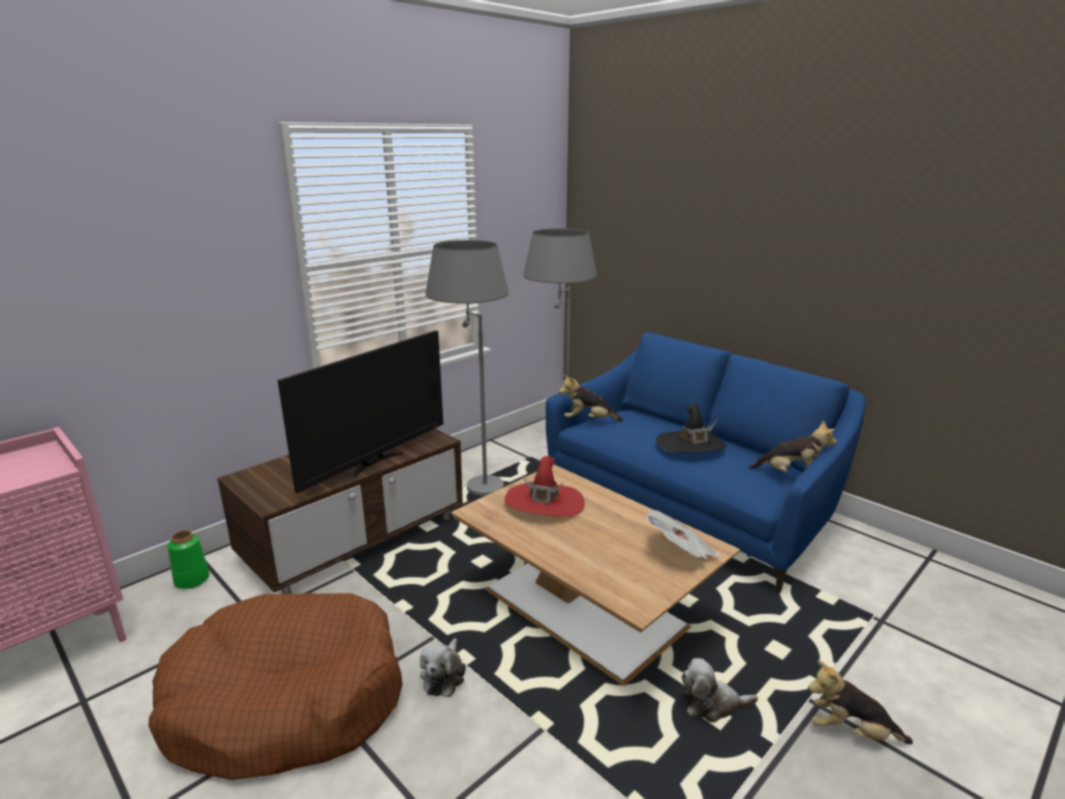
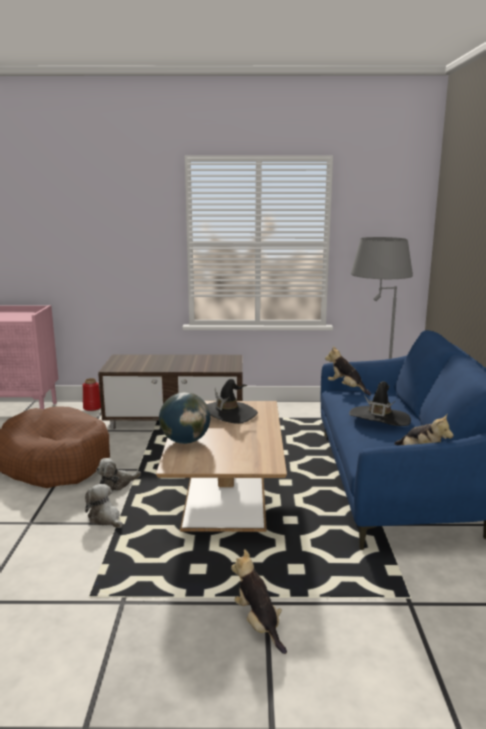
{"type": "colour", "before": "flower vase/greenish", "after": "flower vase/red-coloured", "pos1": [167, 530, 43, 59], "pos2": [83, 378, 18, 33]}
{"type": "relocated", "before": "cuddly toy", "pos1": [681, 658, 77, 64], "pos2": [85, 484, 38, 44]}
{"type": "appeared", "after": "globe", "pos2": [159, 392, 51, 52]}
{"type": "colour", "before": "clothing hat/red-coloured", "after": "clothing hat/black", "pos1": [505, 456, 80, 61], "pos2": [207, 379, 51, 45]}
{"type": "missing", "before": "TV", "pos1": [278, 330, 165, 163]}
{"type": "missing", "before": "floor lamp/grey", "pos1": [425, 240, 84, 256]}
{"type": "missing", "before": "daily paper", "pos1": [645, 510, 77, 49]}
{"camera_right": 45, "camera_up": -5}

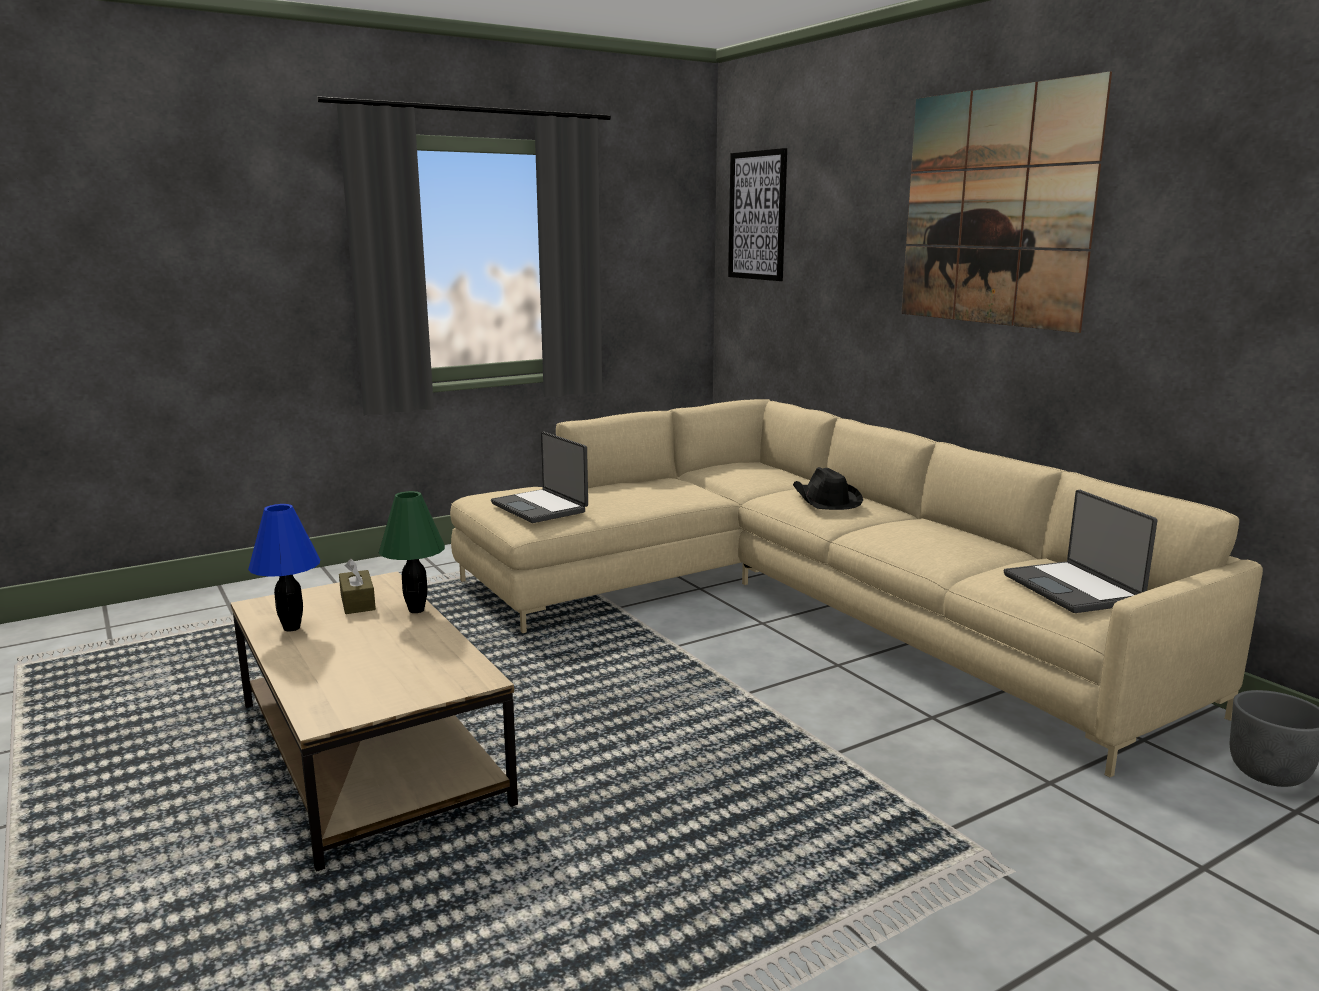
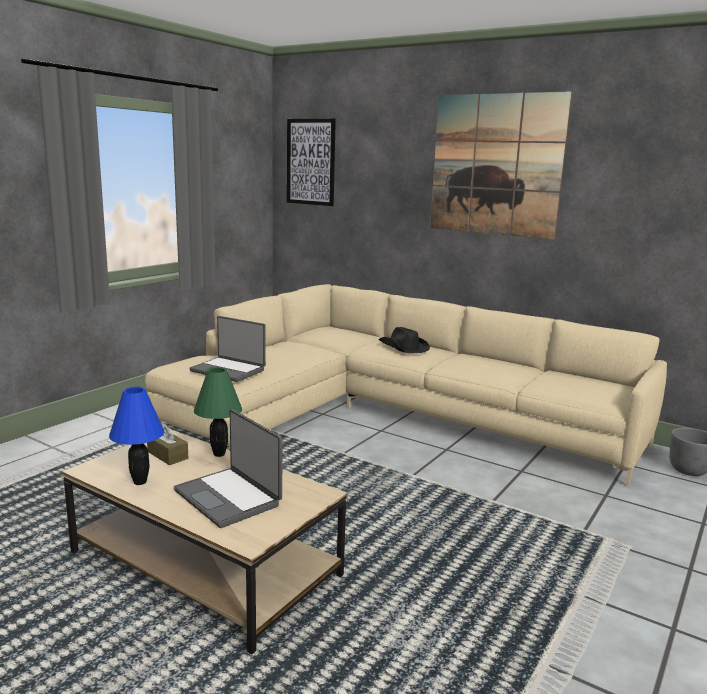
{"type": "relocated", "before": "laptop", "pos1": [1004, 490, 153, 123], "pos2": [174, 409, 108, 119]}
{"camera_right": -25, "camera_up": 0}

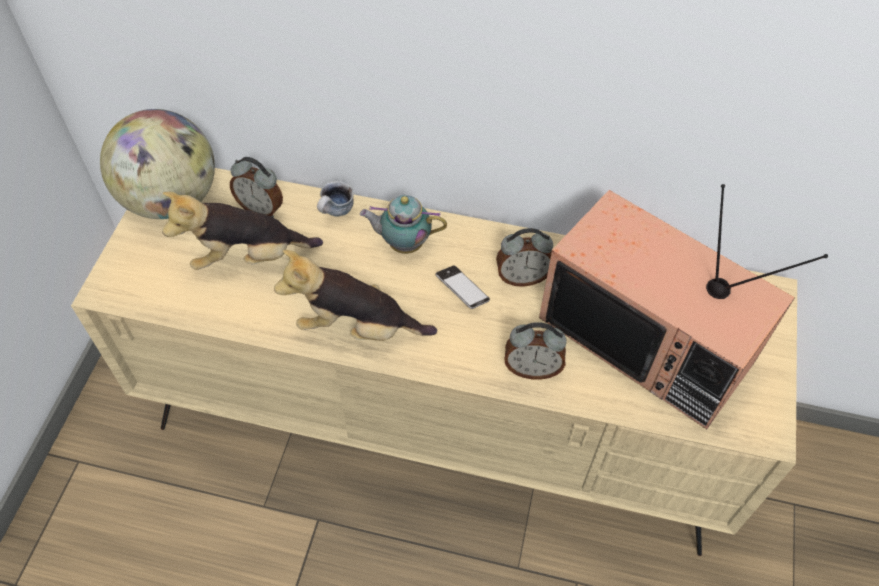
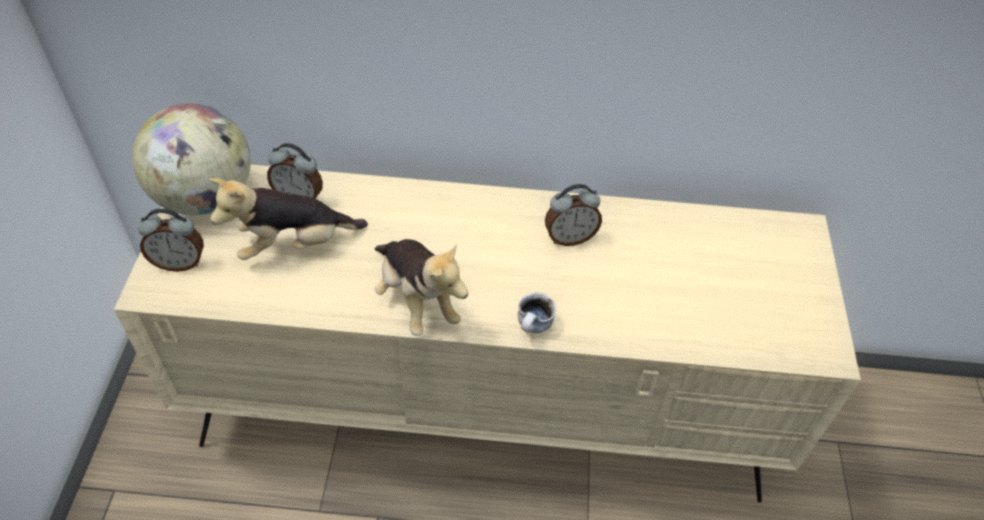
{"type": "relocated", "before": "bedside clock", "pos1": [504, 322, 63, 58], "pos2": [138, 208, 66, 64]}
{"type": "spun", "before": "cuddly toy", "pos1": [274, 250, 163, 91], "pos2": [374, 239, 94, 97], "turn": -120}
{"type": "relocated", "before": "mug", "pos1": [317, 181, 37, 36], "pos2": [518, 293, 38, 40]}
{"type": "missing", "before": "pot for tea", "pos1": [360, 195, 87, 59]}
{"type": "missing", "before": "handset", "pos1": [436, 265, 54, 44]}
{"type": "missing", "before": "TV", "pos1": [539, 184, 289, 245]}
{"camera_right": -10, "camera_up": -5}

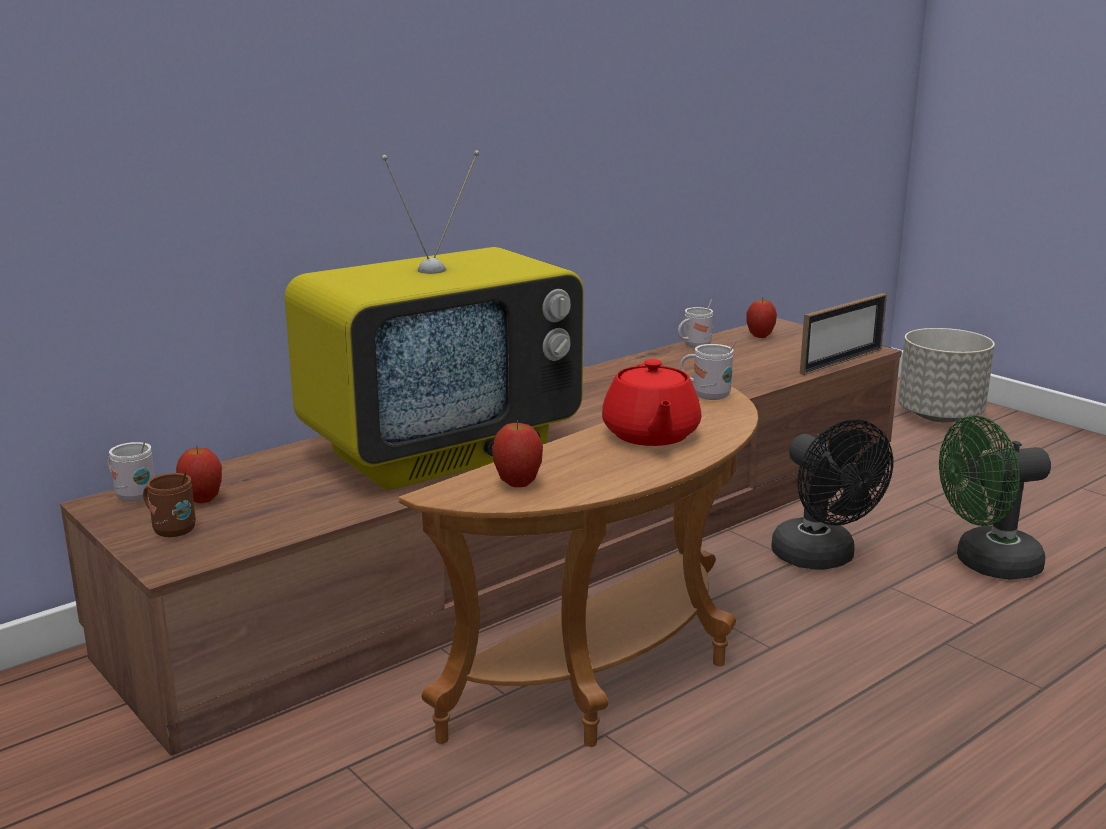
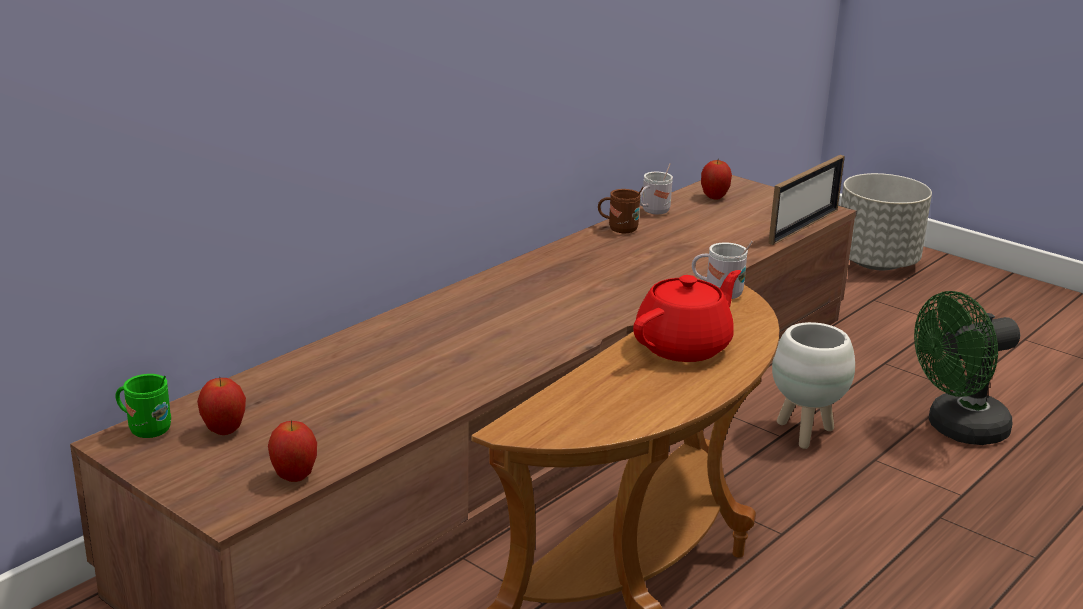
{"type": "colour", "before": "mug/white-coloured", "after": "mug/greenish", "pos1": [108, 441, 47, 61], "pos2": [115, 374, 56, 64]}
{"type": "relocated", "before": "apple", "pos1": [492, 420, 51, 67], "pos2": [268, 421, 49, 61]}
{"type": "relocated", "before": "mug/brown-coloured", "pos1": [143, 472, 53, 65], "pos2": [598, 187, 46, 46]}
{"type": "spun", "before": "pot for tea/red-coloured", "pos1": [602, 359, 99, 87], "pos2": [633, 270, 108, 92], "turn": -120}
{"type": "exchanged", "before": "fan/black", "after": "flower pot/white-coloured", "pos1": [771, 419, 122, 151], "pos2": [772, 322, 83, 127]}
{"type": "missing", "before": "TV", "pos1": [285, 150, 299, 340]}
{"camera_right": -10, "camera_up": 5}

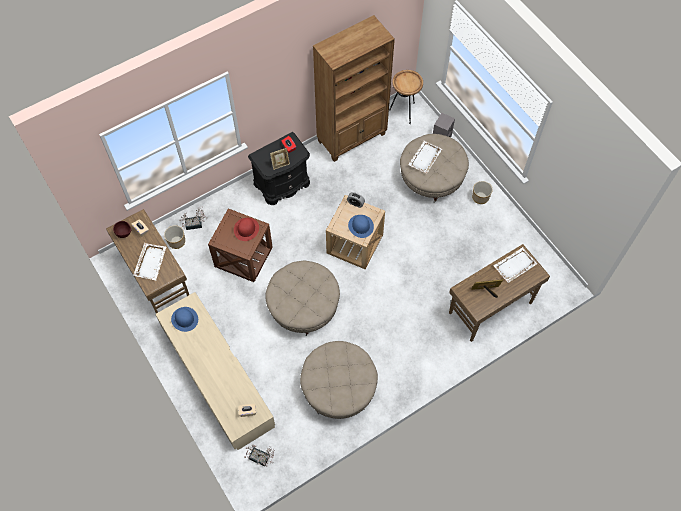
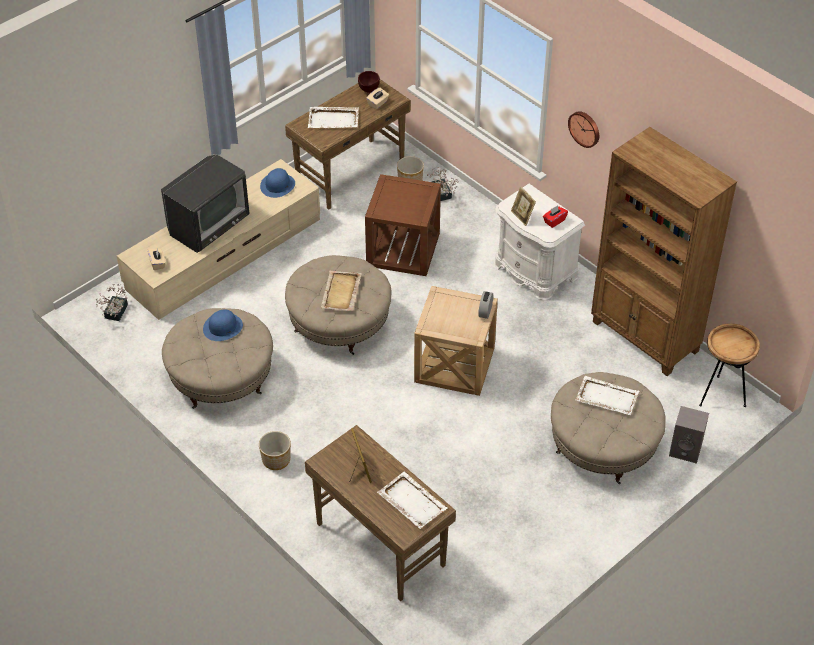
{"type": "appeared", "after": "TV", "pos2": [161, 154, 89, 99]}
{"type": "relocated", "before": "clothing hat/blue-coloured", "pos1": [348, 215, 26, 23], "pos2": [203, 310, 40, 31]}
{"type": "relocated", "before": "flower pot", "pos1": [472, 181, 21, 23], "pos2": [259, 431, 32, 39]}
{"type": "appeared", "after": "tray/beige-coloured", "pos2": [321, 270, 41, 41]}
{"type": "colour", "before": "night table/black", "after": "night table/white-coloured", "pos1": [248, 132, 62, 73], "pos2": [494, 184, 91, 116]}
{"type": "appeared", "after": "hanging clock", "pos2": [568, 111, 31, 37]}
{"type": "missing", "before": "clothing hat/red-coloured", "pos1": [234, 218, 25, 23]}
{"camera_right": 80, "camera_up": -15}

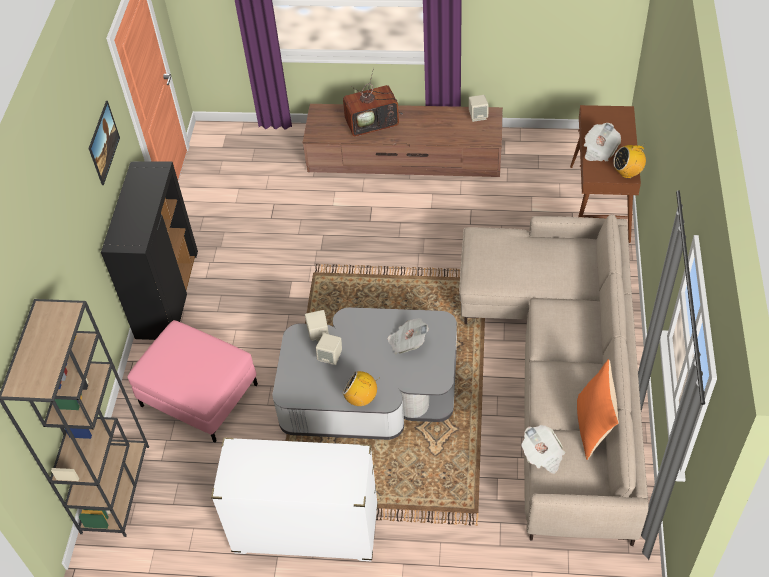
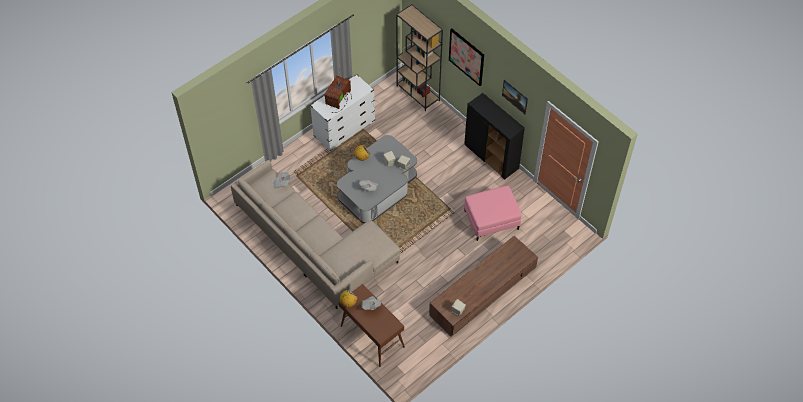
{"type": "relocated", "before": "TV", "pos1": [343, 68, 60, 68], "pos2": [325, 76, 27, 37]}
{"type": "appeared", "after": "wall art", "pos2": [449, 29, 35, 57]}
{"type": "relocated", "before": "pouffe/pink", "pos1": [127, 320, 131, 122], "pos2": [464, 185, 58, 56]}
{"type": "missing", "before": "pillow/orange", "pos1": [577, 359, 42, 101]}
{"camera_right": 130, "camera_up": 5}

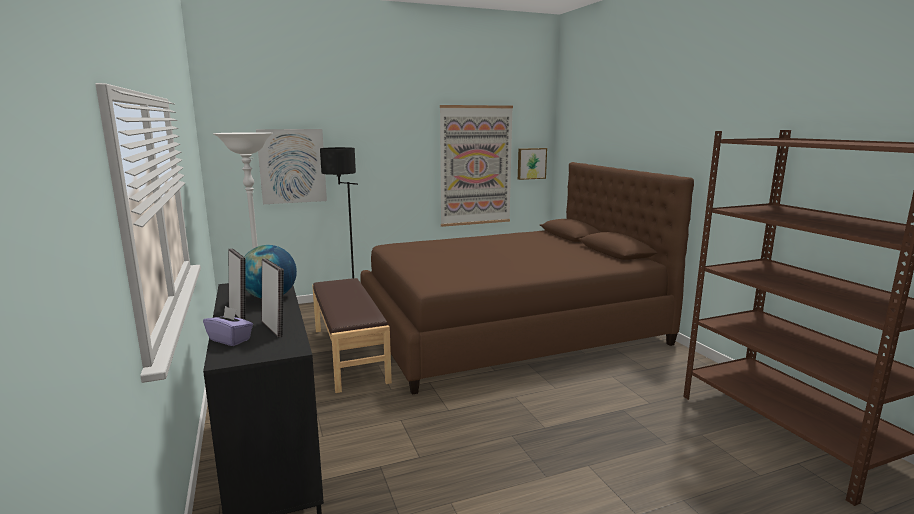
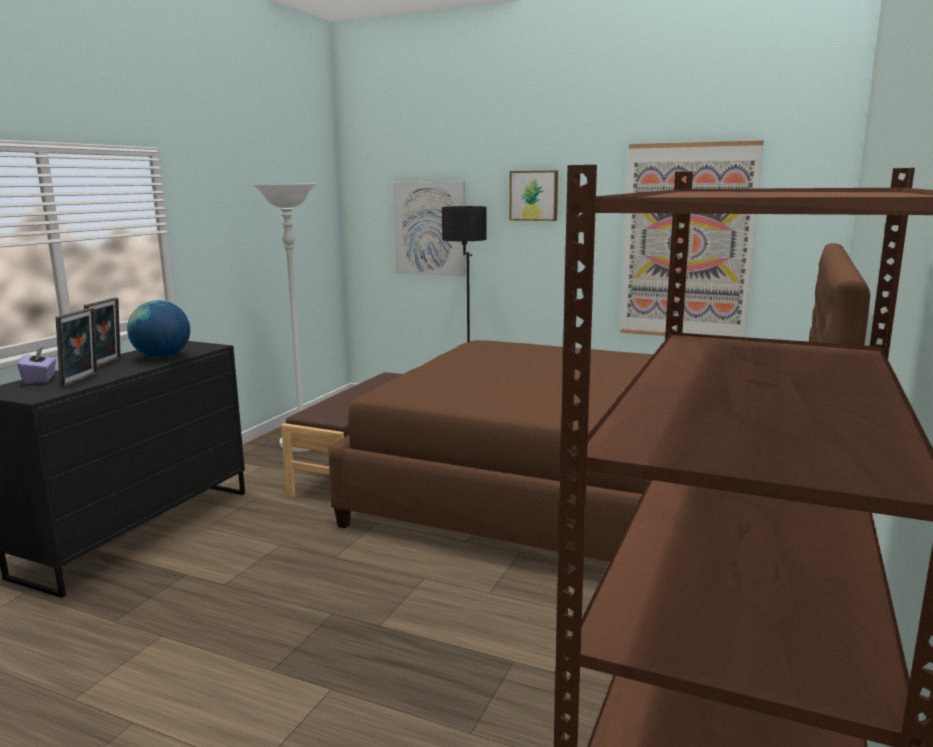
{"type": "relocated", "before": "wall art", "pos1": [518, 148, 29, 32], "pos2": [510, 170, 48, 51]}
{"camera_right": 45, "camera_up": 0}

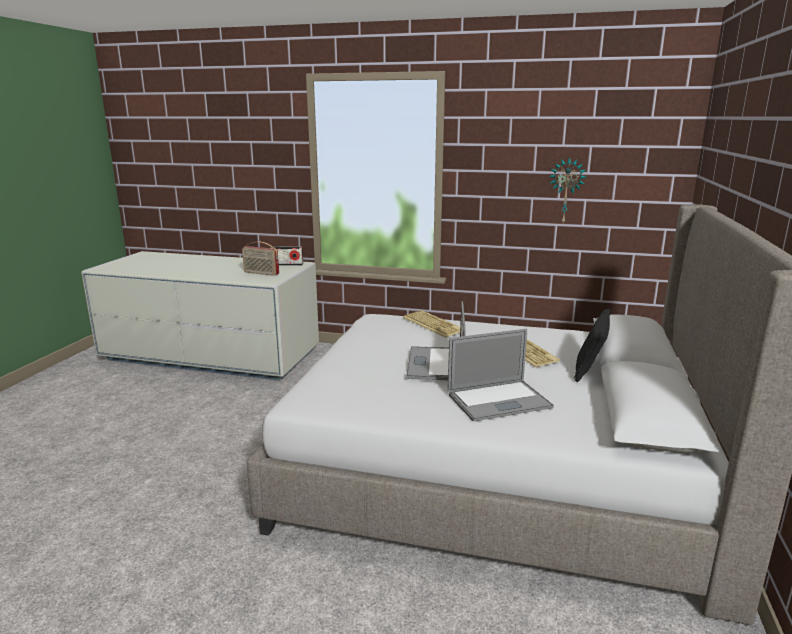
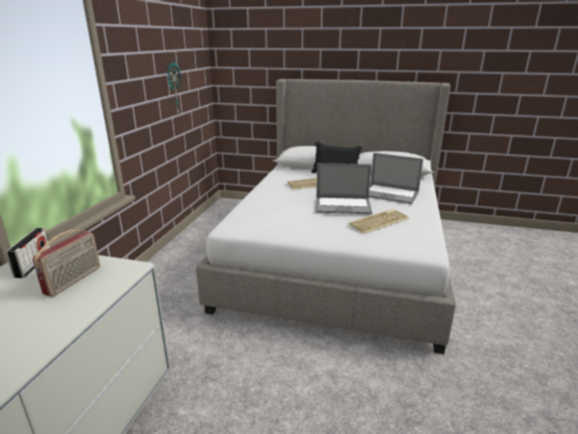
{"type": "relocated", "before": "computer keyboard", "pos1": [403, 310, 57, 28], "pos2": [348, 209, 61, 25]}
{"type": "spun", "before": "laptop", "pos1": [448, 329, 106, 93], "pos2": [369, 153, 54, 51], "turn": 135}
{"camera_right": -90, "camera_up": 5}

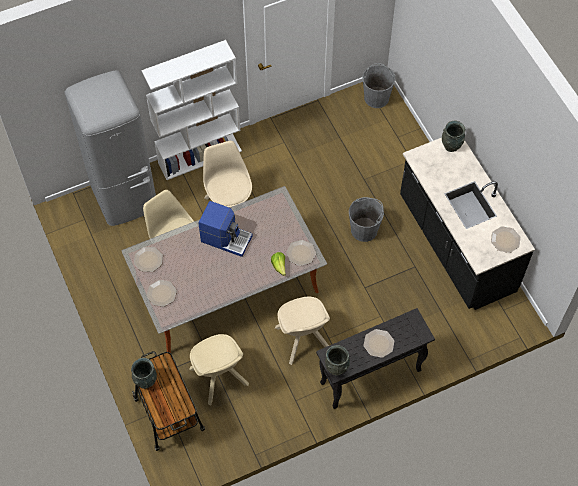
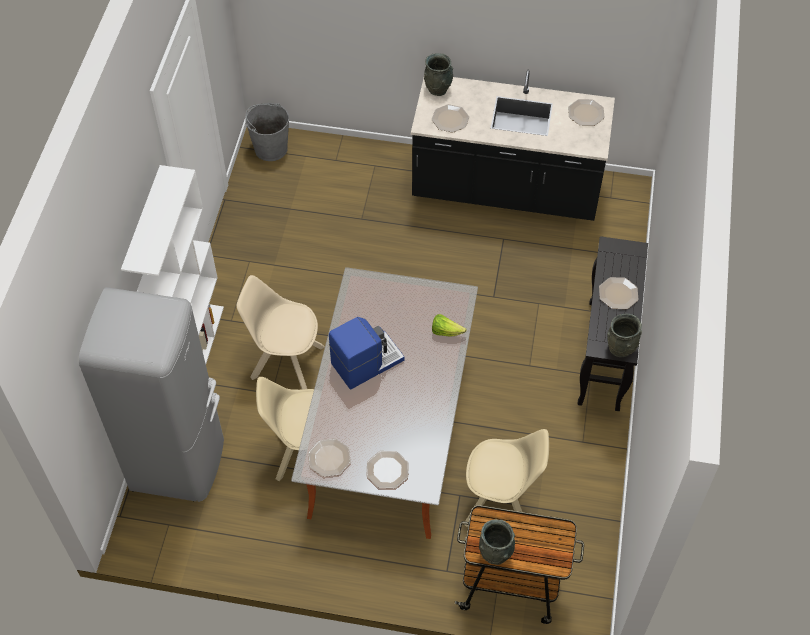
{"type": "relocated", "before": "dinner plate", "pos1": [286, 240, 30, 26], "pos2": [432, 104, 37, 28]}
{"type": "missing", "before": "upright chair/beige-coloured", "pos1": [275, 296, 55, 69]}
{"type": "missing", "before": "bucket/grey", "pos1": [349, 197, 35, 45]}
{"camera_right": -55, "camera_up": -5}

